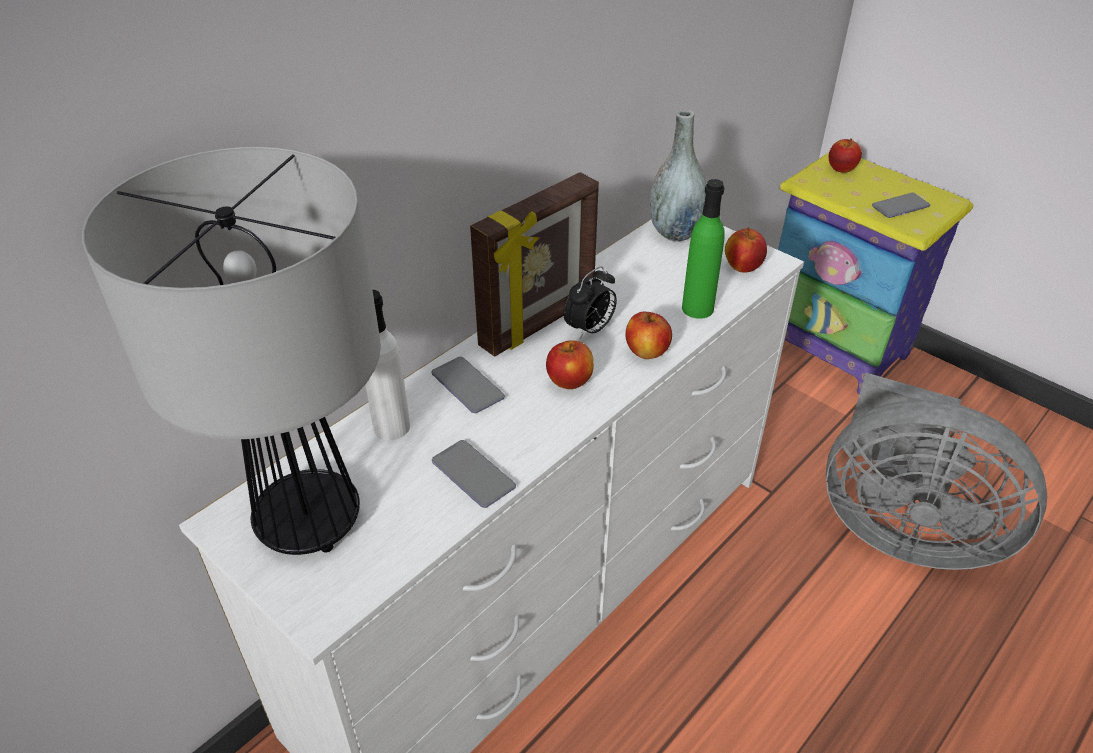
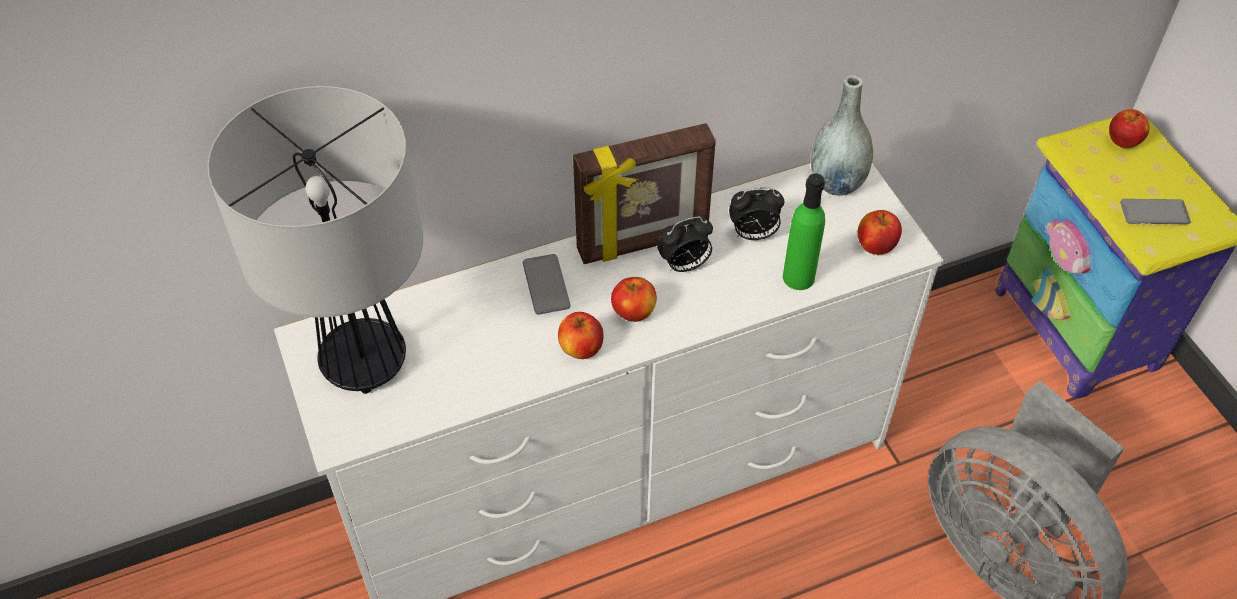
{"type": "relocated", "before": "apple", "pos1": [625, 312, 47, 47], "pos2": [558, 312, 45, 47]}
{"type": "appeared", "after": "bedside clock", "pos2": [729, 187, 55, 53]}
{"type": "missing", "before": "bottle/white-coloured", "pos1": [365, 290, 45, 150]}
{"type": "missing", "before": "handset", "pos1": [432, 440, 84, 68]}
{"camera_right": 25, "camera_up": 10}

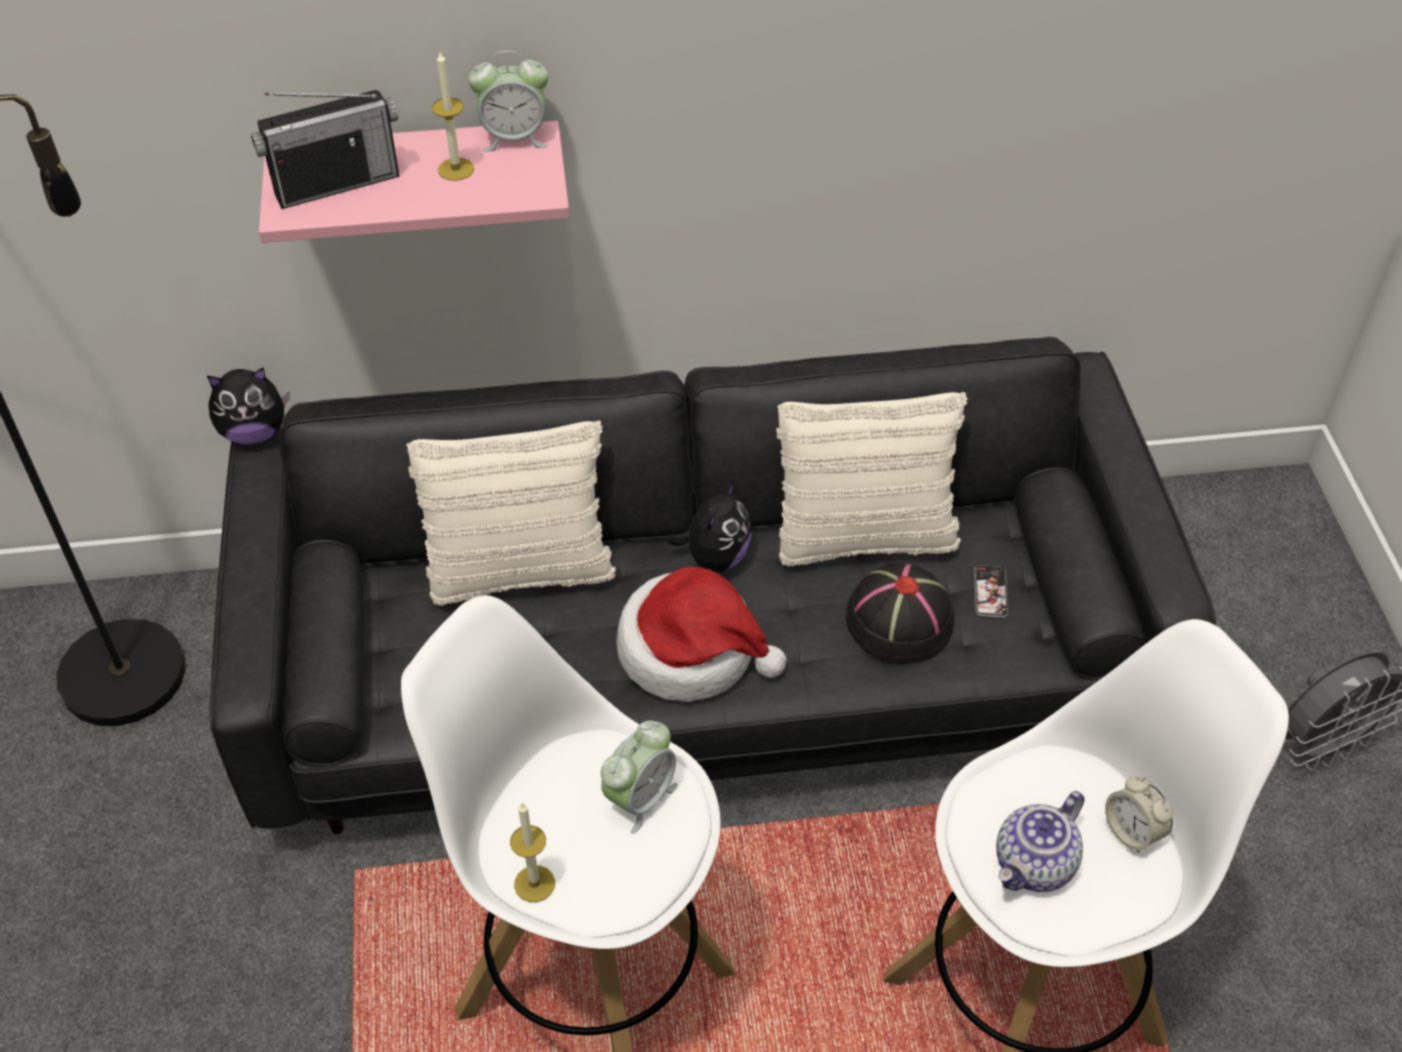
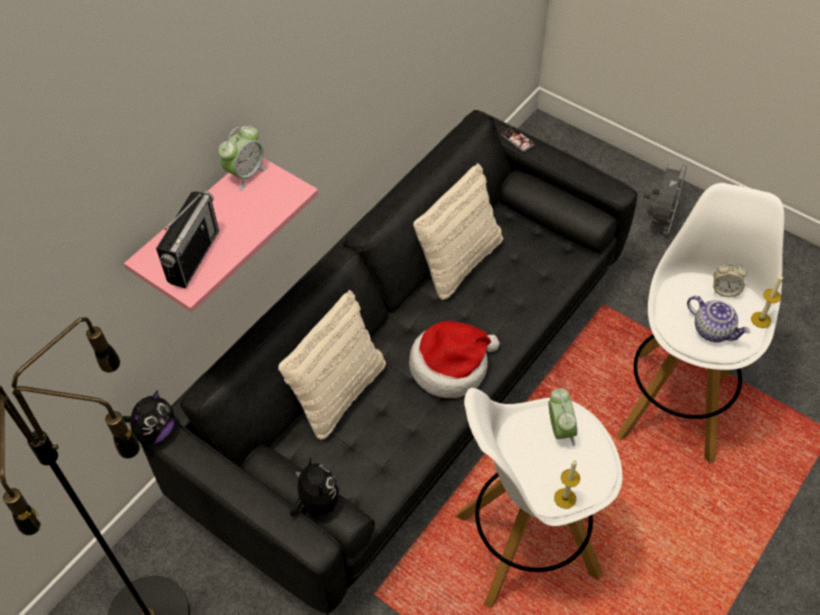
{"type": "relocated", "before": "cuddly toy", "pos1": [667, 481, 85, 91], "pos2": [290, 457, 50, 60]}
{"type": "relocated", "before": "handset", "pos1": [974, 565, 34, 53], "pos2": [501, 127, 34, 25]}
{"type": "spun", "before": "pot for tea", "pos1": [996, 791, 88, 101], "pos2": [687, 296, 63, 46], "turn": -45}
{"type": "relocated", "before": "wax light", "pos1": [432, 52, 42, 129], "pos2": [751, 275, 32, 53]}
{"type": "missing", "before": "clothing hat/black", "pos1": [846, 563, 108, 101]}
{"camera_right": -45, "camera_up": 5}

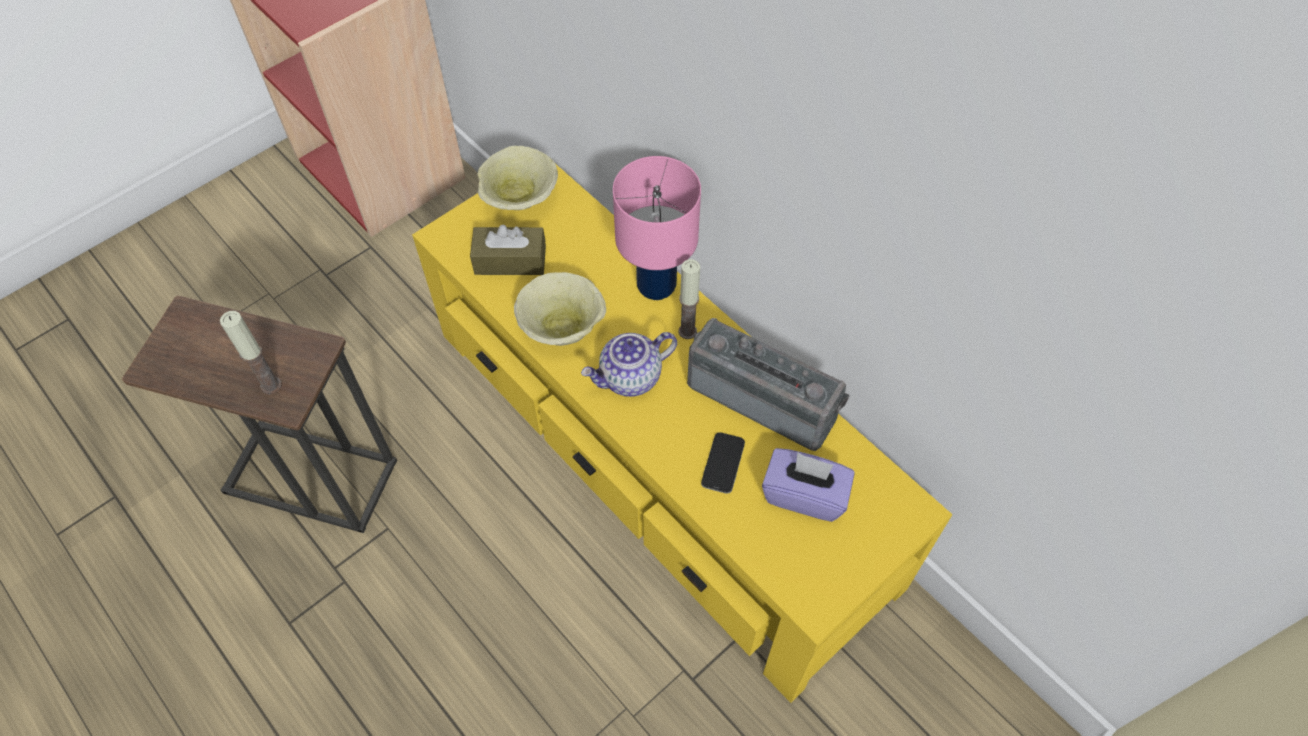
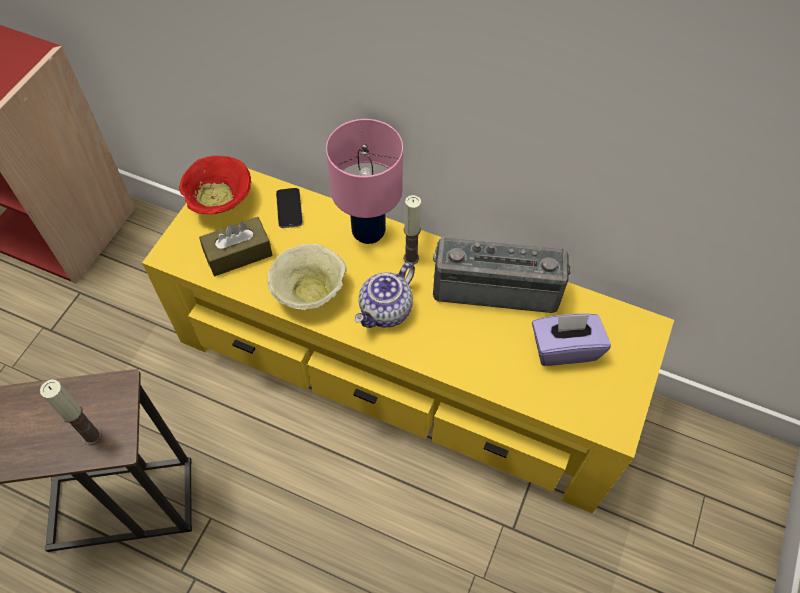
{"type": "colour", "before": "deep dish/beige-coloured", "after": "deep dish/red-coloured", "pos1": [477, 146, 81, 64], "pos2": [179, 156, 72, 58]}
{"type": "relocated", "before": "handset", "pos1": [701, 432, 44, 62], "pos2": [276, 188, 27, 40]}
{"camera_right": -25, "camera_up": 0}

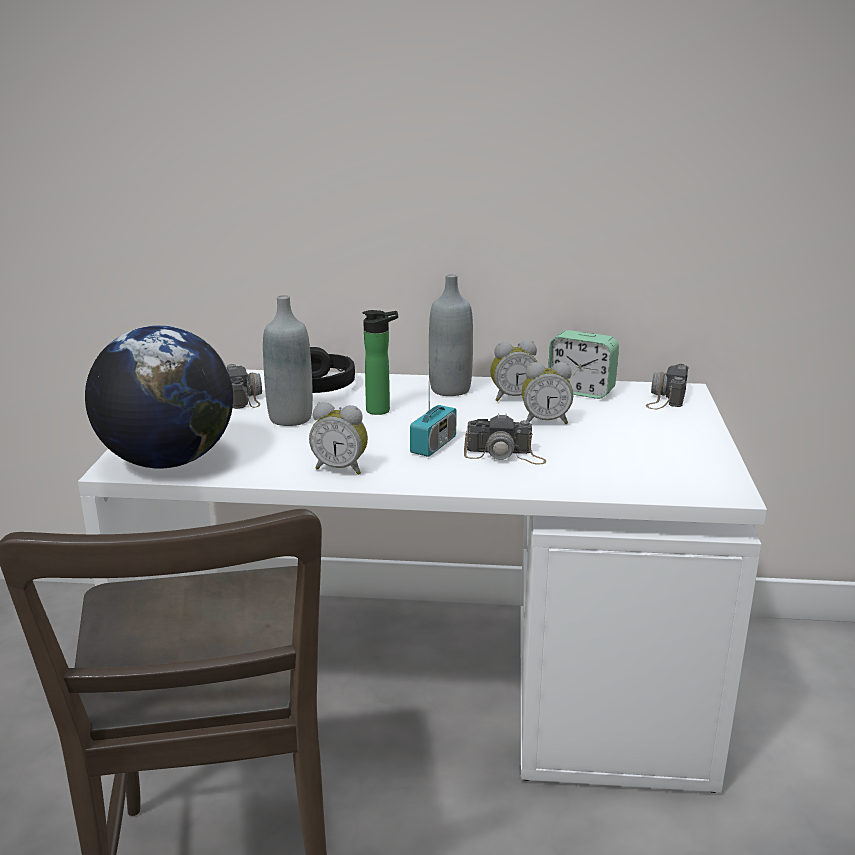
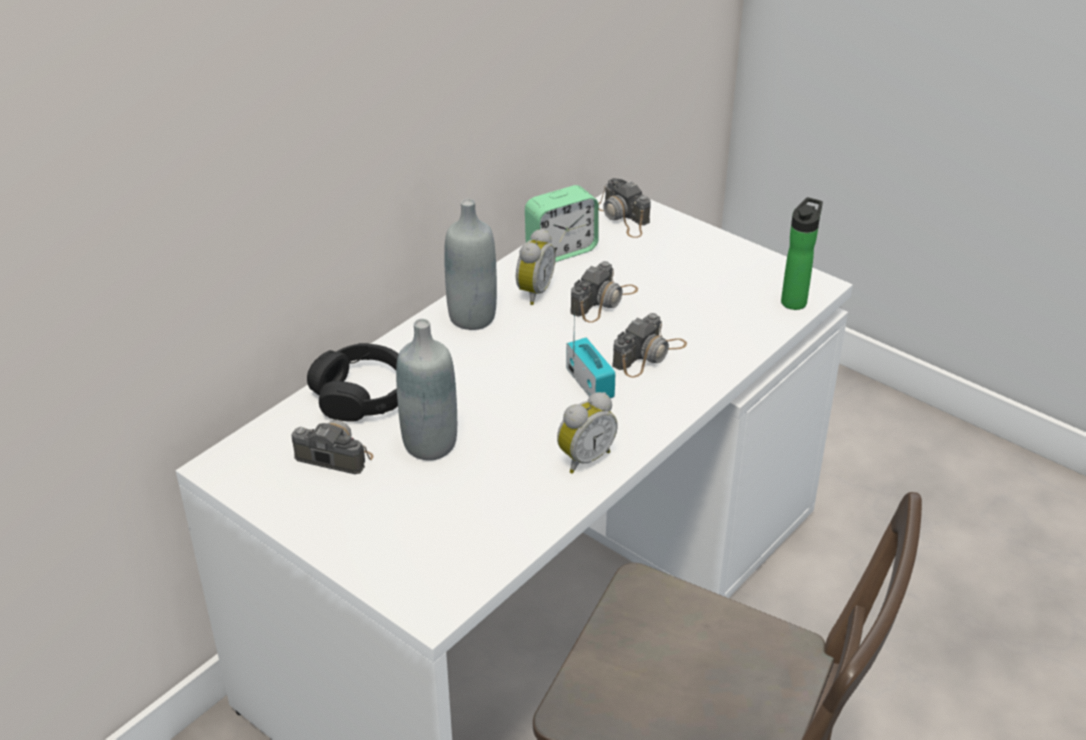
{"type": "exchanged", "before": "bedside clock", "after": "still camera", "pos1": [522, 362, 51, 62], "pos2": [571, 261, 67, 62]}
{"type": "relocated", "before": "bottle", "pos1": [362, 310, 36, 105], "pos2": [781, 197, 42, 113]}
{"type": "missing", "before": "globe", "pos1": [85, 325, 148, 143]}
{"camera_right": -55, "camera_up": 15}

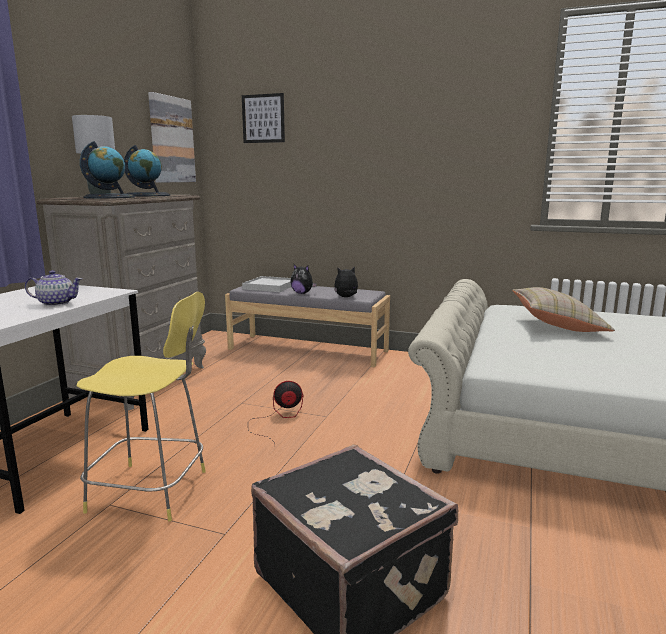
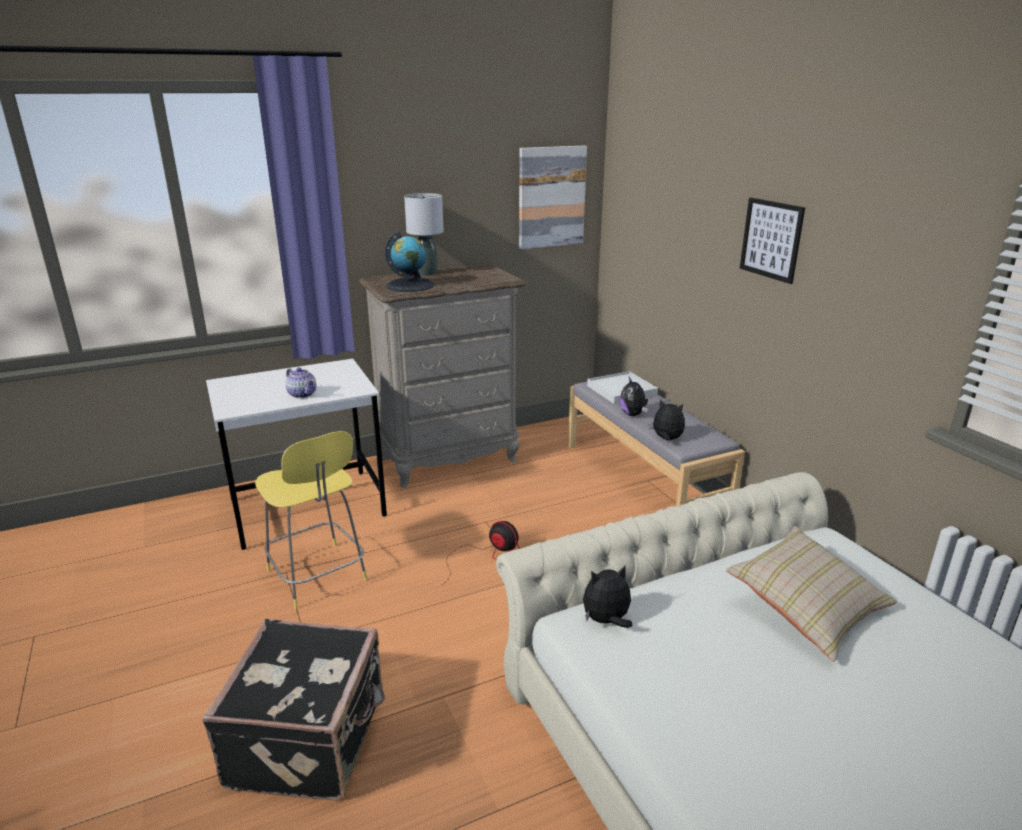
{"type": "appeared", "after": "cuddly toy", "pos2": [583, 565, 49, 63]}
{"type": "relocated", "before": "wall art", "pos1": [242, 93, 43, 50], "pos2": [740, 198, 65, 86]}
{"type": "missing", "before": "globe", "pos1": [124, 145, 46, 52]}
{"camera_right": 45, "camera_up": 10}

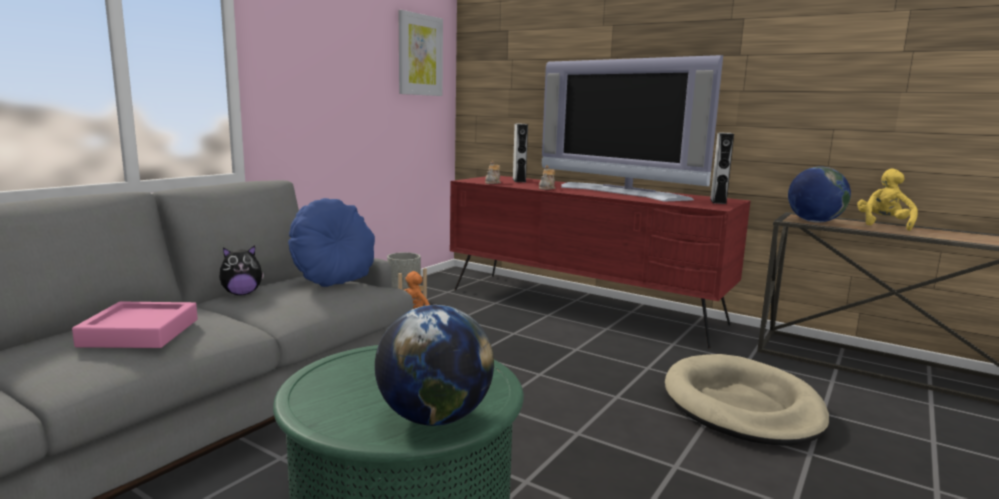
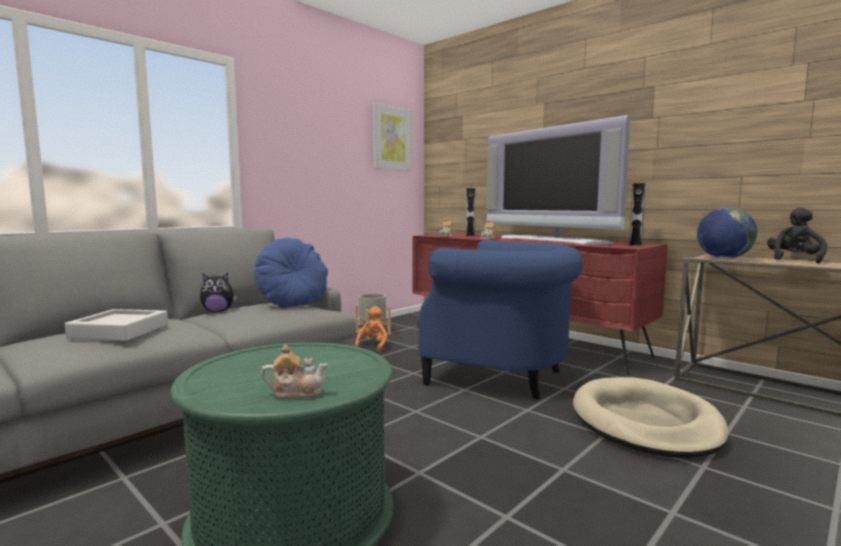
{"type": "colour", "before": "tray/pink", "after": "tray/grey", "pos1": [72, 301, 126, 47], "pos2": [65, 309, 103, 32]}
{"type": "exchanged", "before": "globe", "after": "pot for tea", "pos1": [375, 305, 119, 121], "pos2": [261, 345, 67, 53]}
{"type": "appeared", "after": "lounge chair/blue-coloured", "pos2": [419, 240, 163, 159]}
{"type": "colour", "before": "cuddly toy/yellow", "after": "cuddly toy/black", "pos1": [857, 168, 61, 63], "pos2": [767, 207, 60, 57]}
{"camera_right": 10, "camera_up": -5}

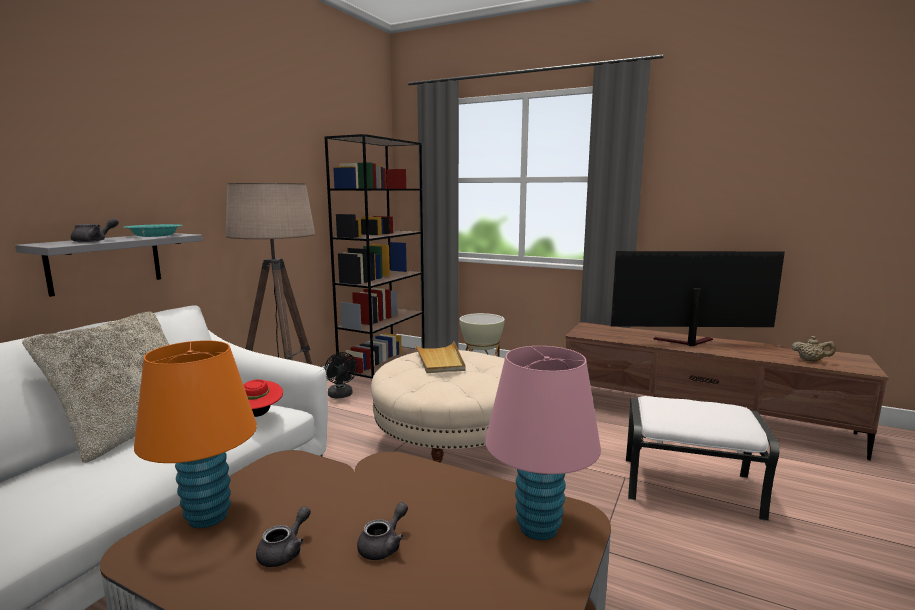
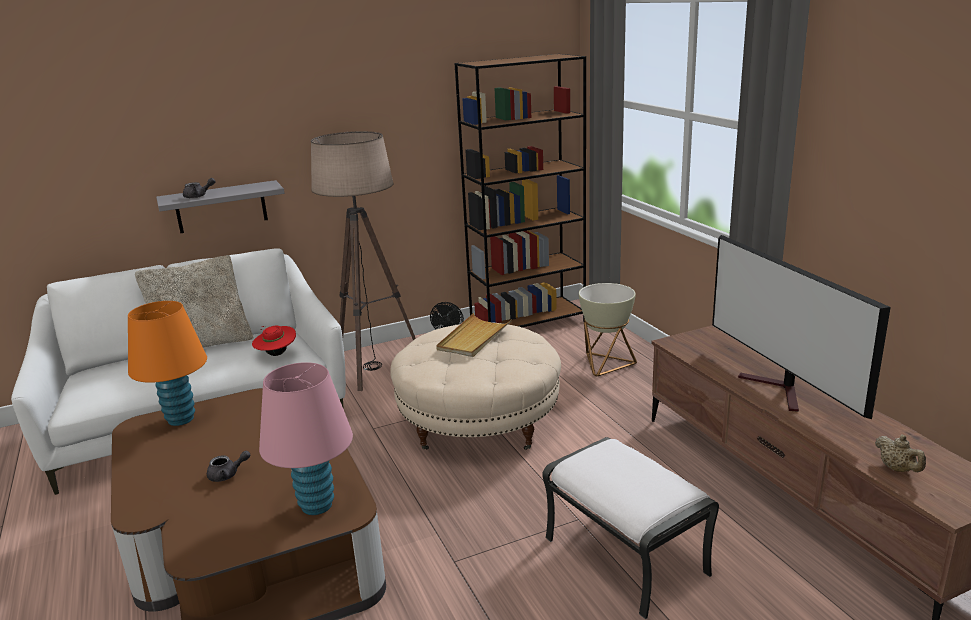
{"type": "spun", "before": "TV", "pos1": [611, 251, 174, 95], "pos2": [712, 235, 179, 184], "turn": -150}
{"type": "missing", "before": "deep dish/blue-green", "pos1": [124, 224, 58, 13]}
{"type": "missing", "before": "pot for tea/grey", "pos1": [256, 506, 55, 61]}
{"camera_right": 40, "camera_up": 10}

